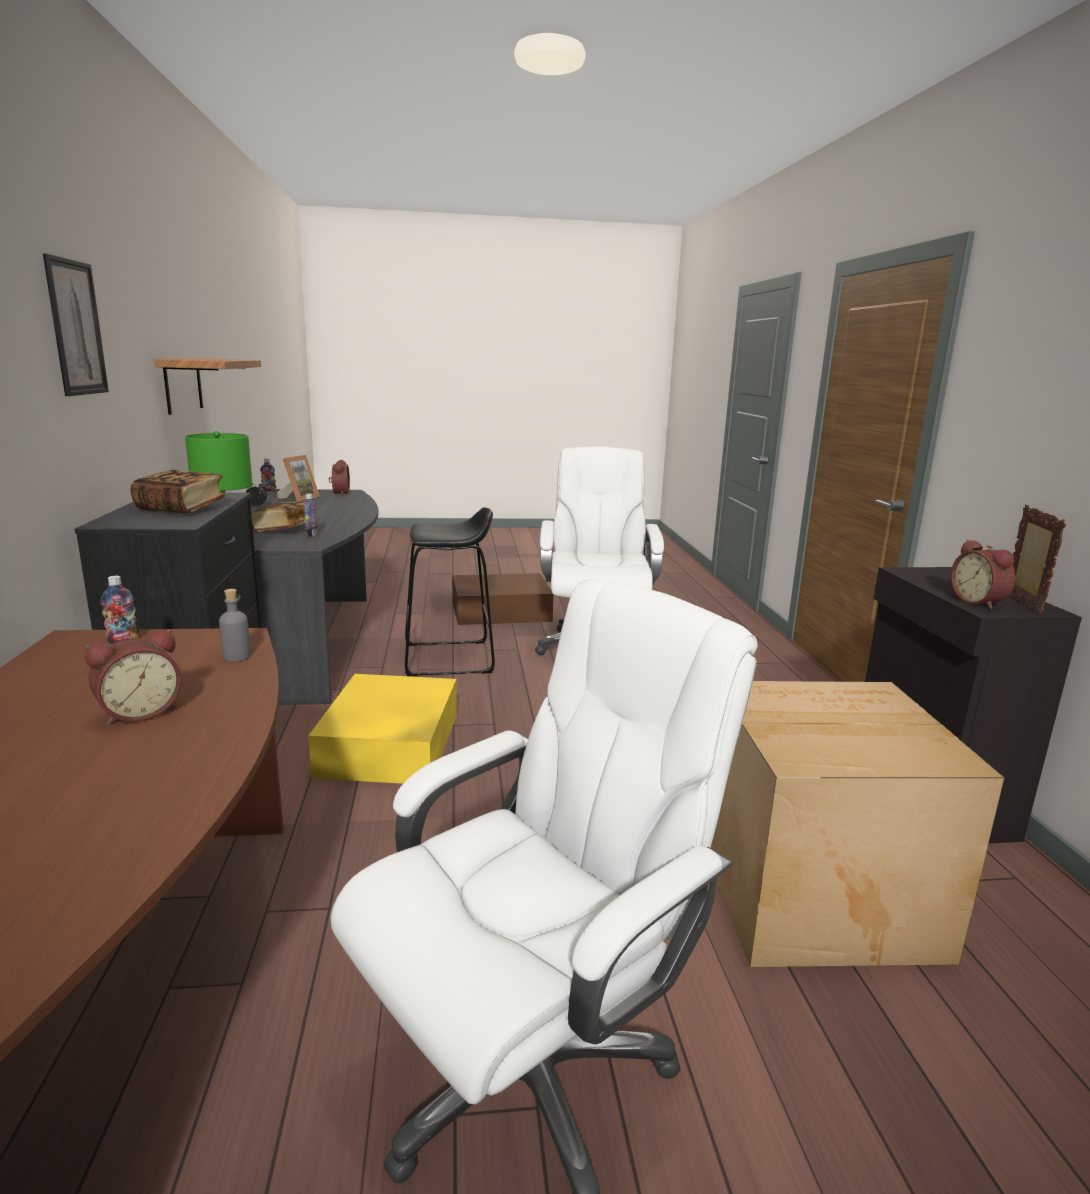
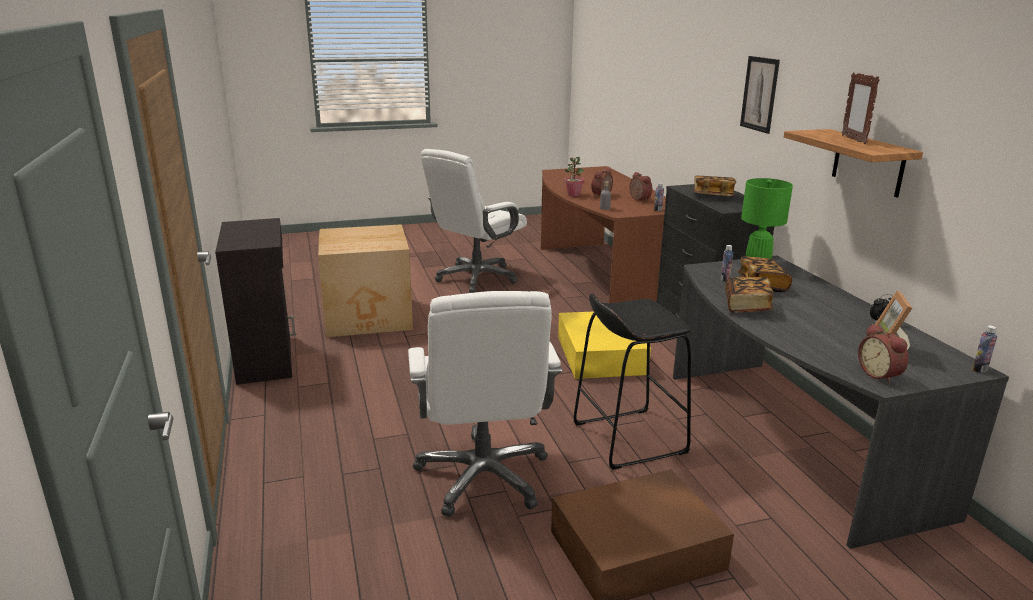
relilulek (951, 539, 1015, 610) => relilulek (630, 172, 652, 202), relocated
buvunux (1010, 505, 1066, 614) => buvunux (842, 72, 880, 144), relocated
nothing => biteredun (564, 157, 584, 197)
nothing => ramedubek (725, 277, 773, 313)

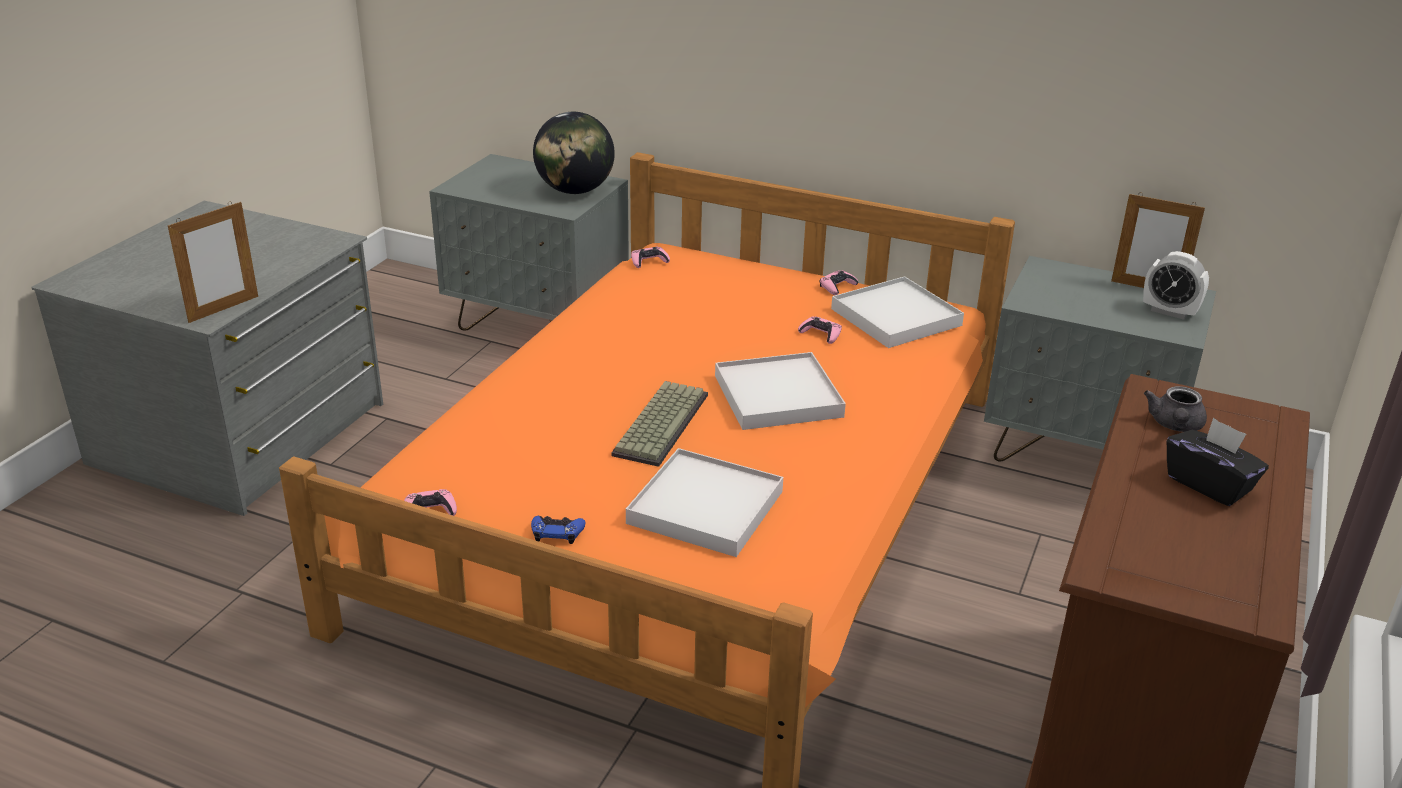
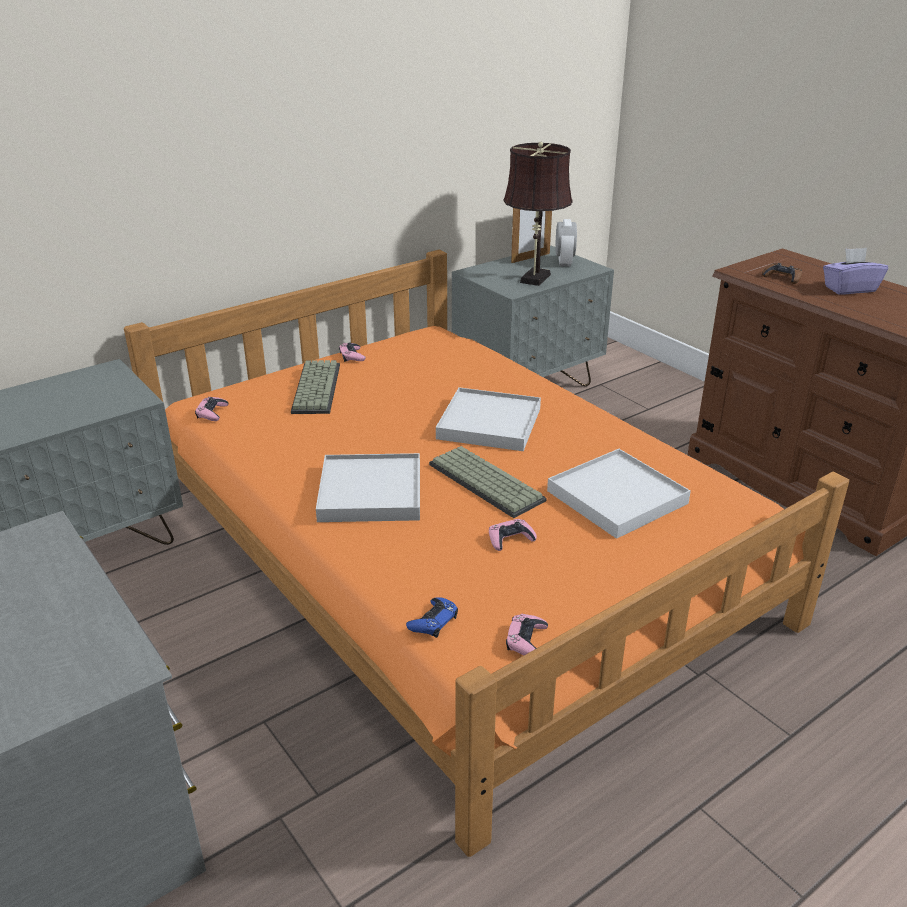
buvunux (168, 202, 258, 323) => nothing
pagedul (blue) (531, 515, 585, 544) => pagedul (blue) (406, 597, 458, 638), relocated
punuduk (533, 112, 615, 194) => nothing
pagedul (pink) (798, 316, 842, 344) => pagedul (pink) (489, 519, 537, 551), relocated
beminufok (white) (831, 276, 964, 348) => beminufok (white) (316, 453, 420, 522), relocated
relilulek (1143, 251, 1209, 320) => relilulek (556, 219, 577, 267), 60 degrees counterclockwise
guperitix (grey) (1144, 386, 1207, 432) => pagedul (brown) (762, 263, 802, 284)
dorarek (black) (1167, 418, 1269, 506) => dorarek (purple) (823, 248, 888, 295)
nothing => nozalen (291, 360, 340, 414)
nothing => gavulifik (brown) (503, 142, 573, 286)

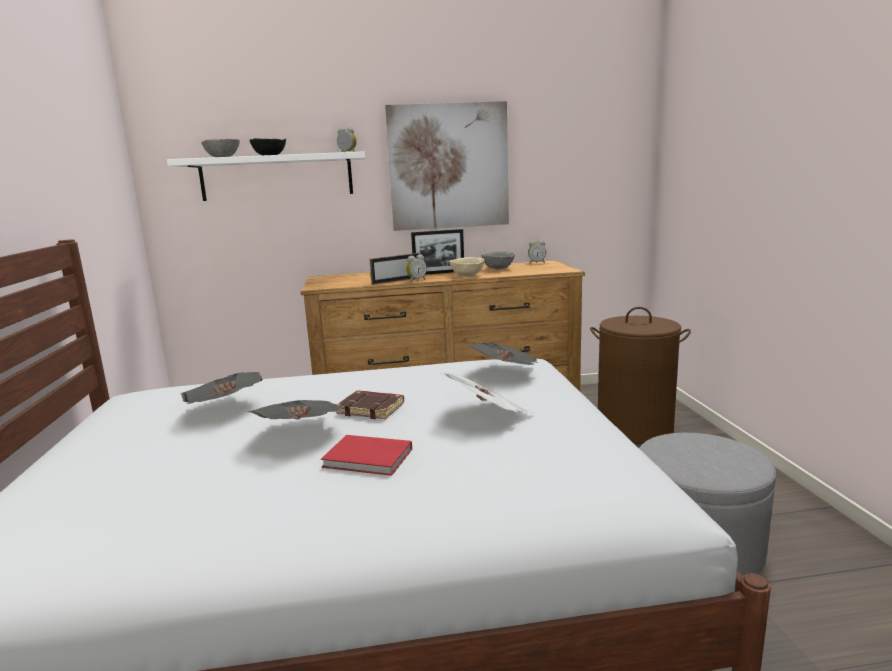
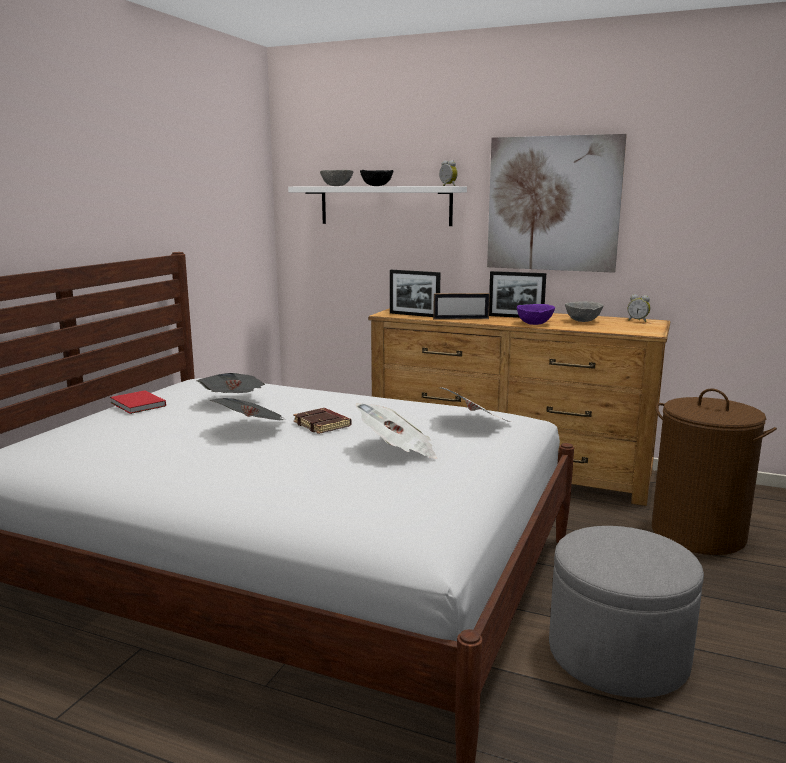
ramedubek (red) (321, 435, 412, 476) => ramedubek (red) (110, 390, 166, 414), relocated
relilulek (406, 254, 427, 282) => nothing
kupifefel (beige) (449, 257, 485, 277) => kupifefel (purple) (517, 304, 555, 325)
nothing => buvunux (390, 270, 440, 317)

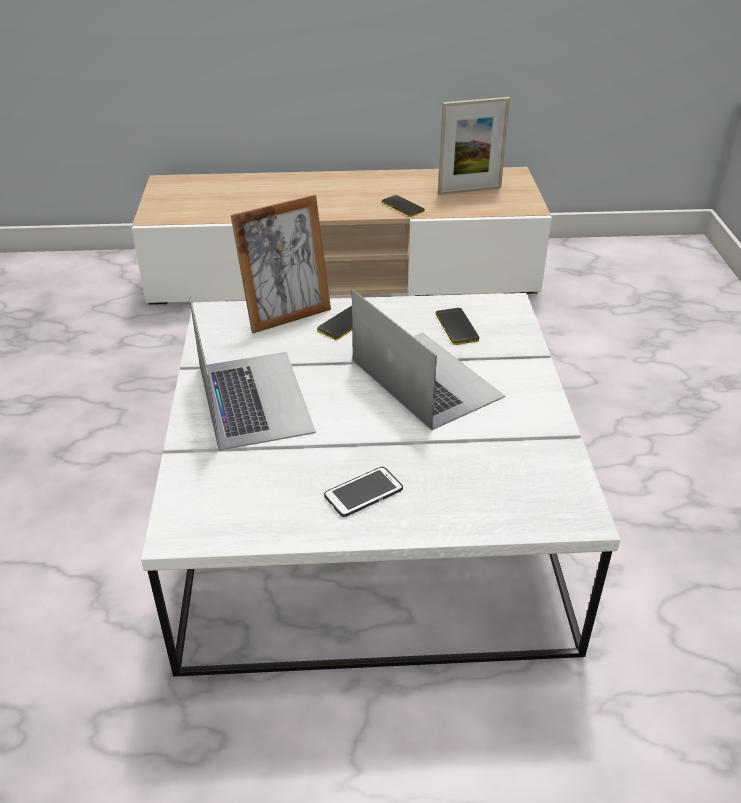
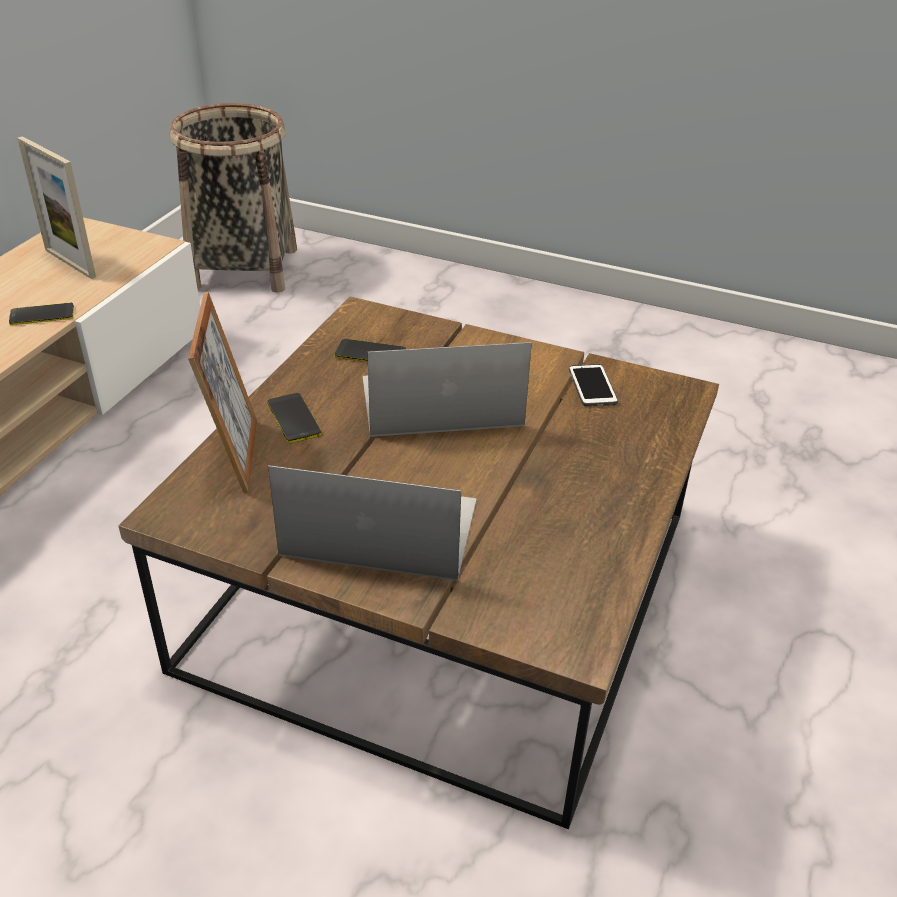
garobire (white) (141, 293, 620, 677) => garobire (brown) (119, 296, 719, 829)
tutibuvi (324, 467, 403, 517) => tutibuvi (569, 364, 618, 407), relocated
buvunux (438, 97, 510, 195) => buvunux (17, 136, 96, 279), 120 degrees clockwise
nothing => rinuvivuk (170, 103, 297, 293)

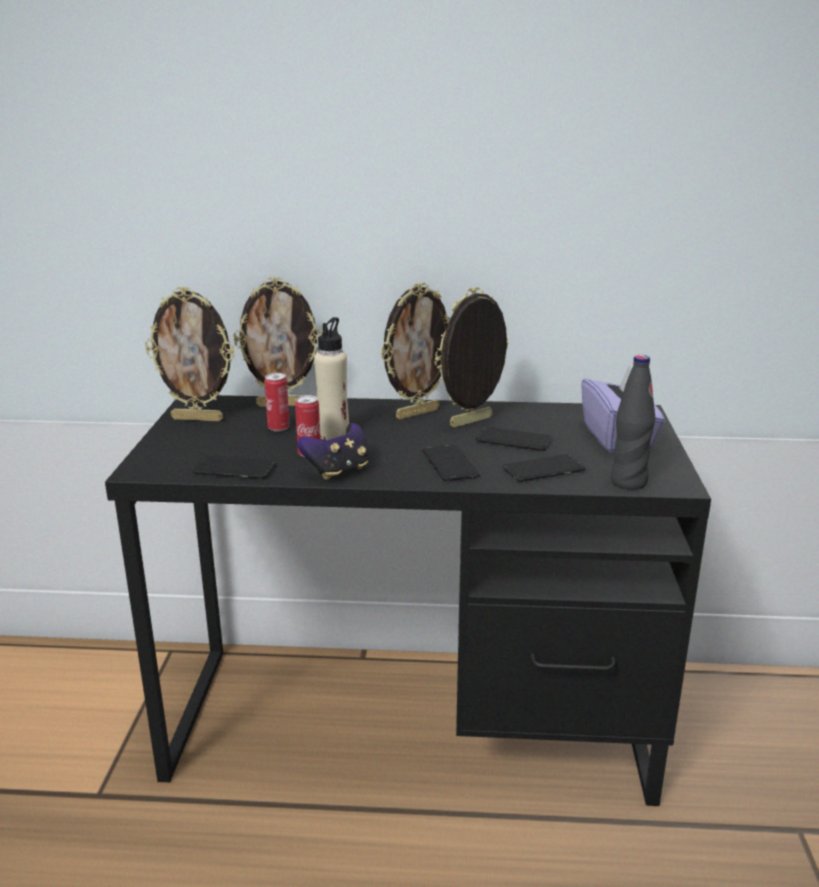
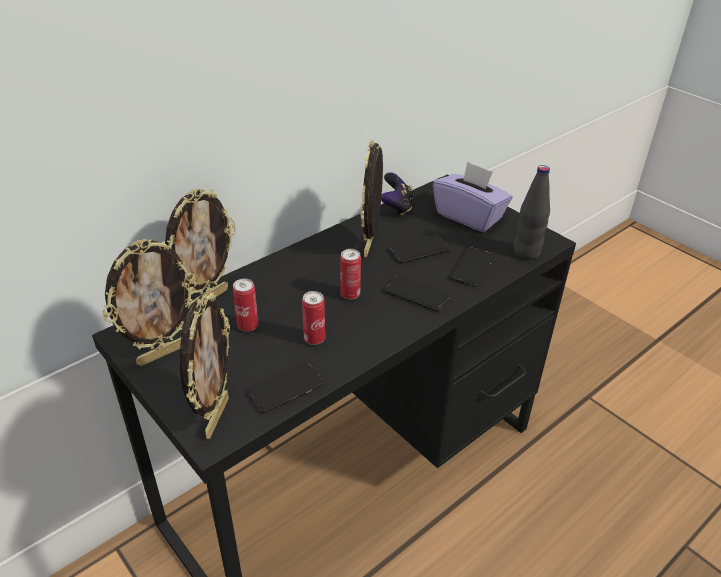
pagedul (297, 423, 369, 480) => pagedul (381, 172, 413, 216), relocated
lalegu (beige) (314, 317, 349, 440) => nothing
buvunux (380, 283, 450, 419) => buvunux (180, 292, 230, 439), relocated
nothing => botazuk (340, 249, 361, 300)

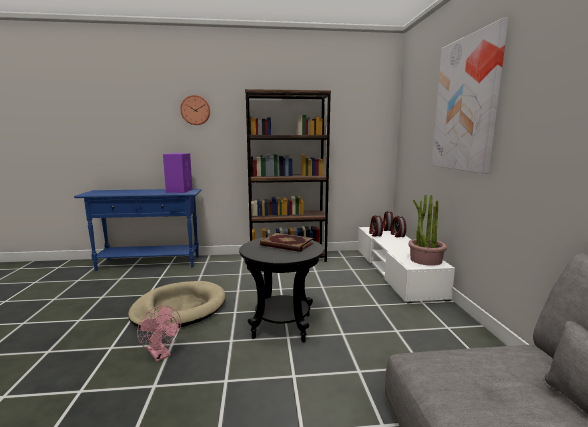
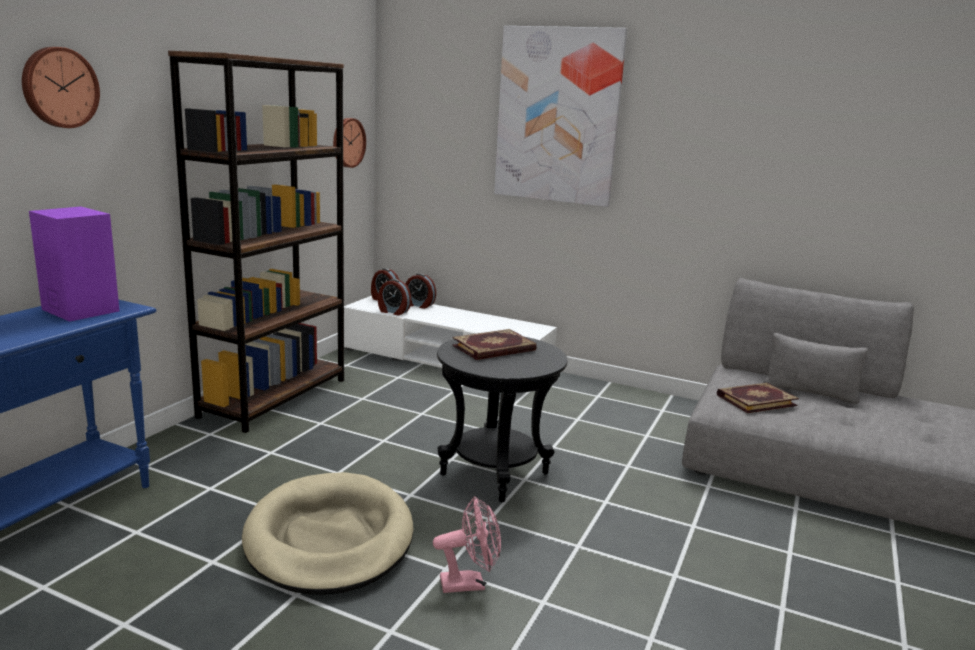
biteredun (408, 195, 447, 266) => nothing
nothing => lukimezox (333, 118, 366, 168)
nothing => ramedubek (717, 383, 799, 413)

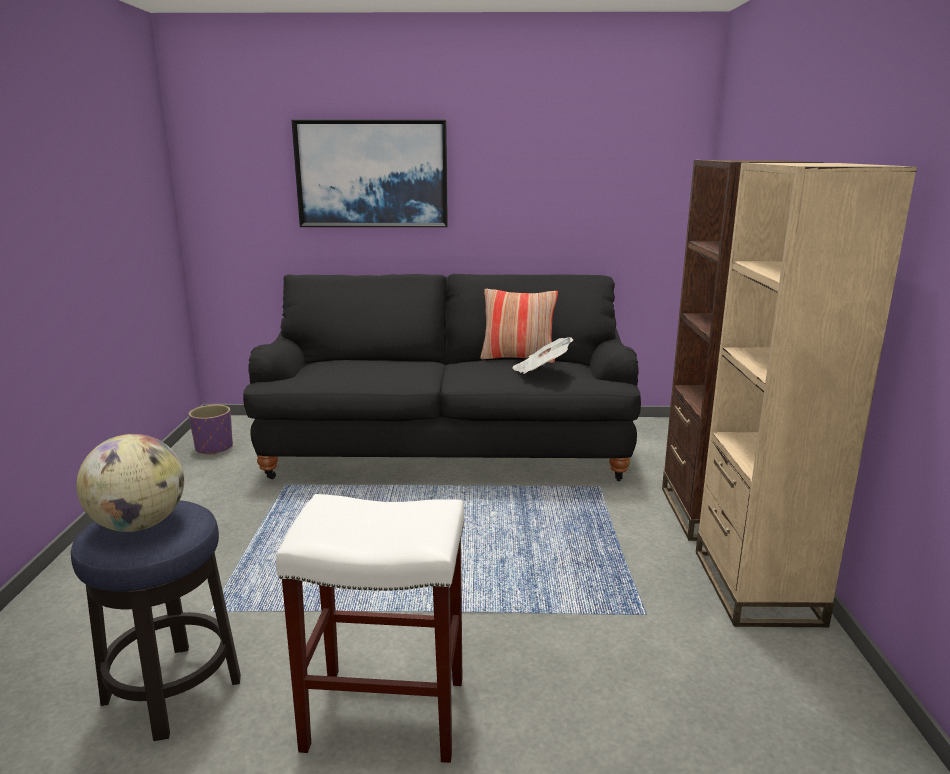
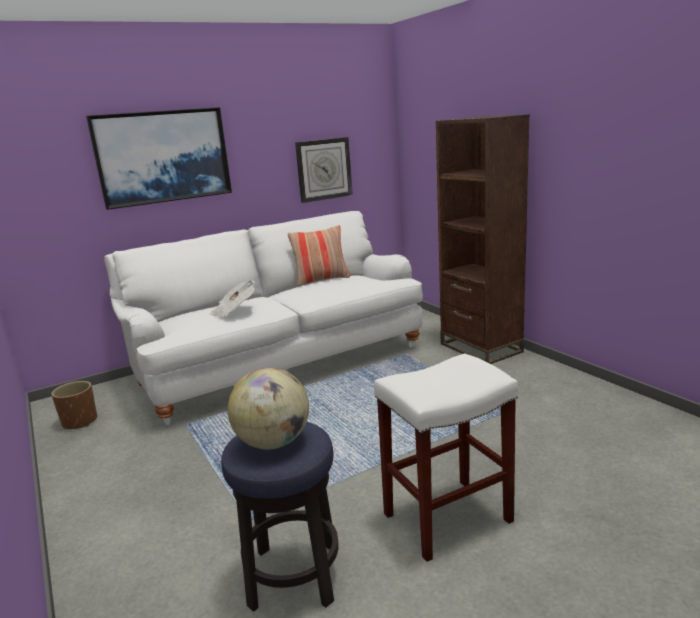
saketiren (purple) (189, 405, 233, 455) => saketiren (brown) (51, 381, 97, 429)
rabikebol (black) (243, 274, 641, 481) => rabikebol (white) (104, 211, 423, 425)
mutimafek (512, 337, 573, 374) => mutimafek (210, 280, 255, 317), relocated
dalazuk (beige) (696, 163, 918, 627) => nothing
nothing => lukimezox (295, 137, 353, 203)

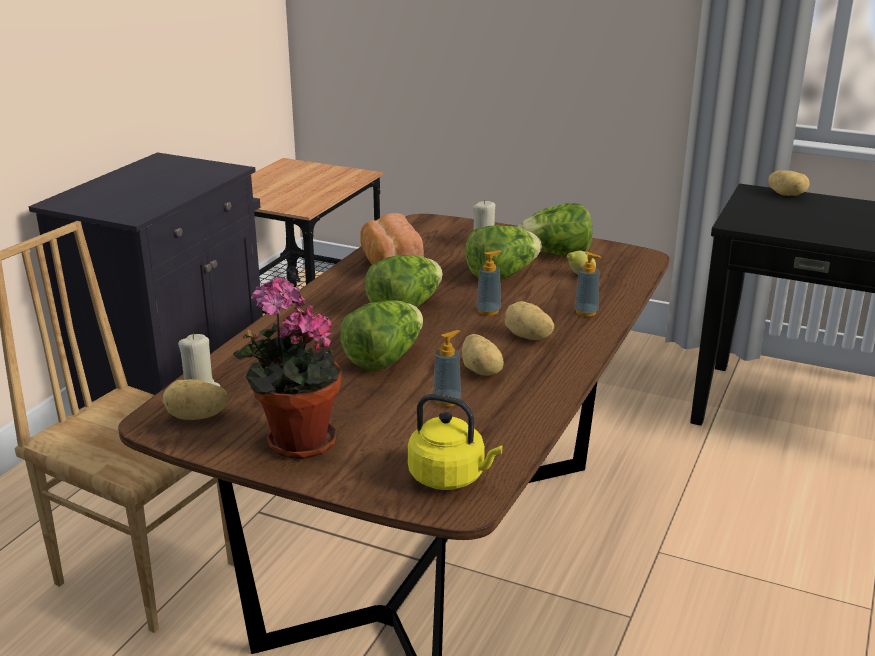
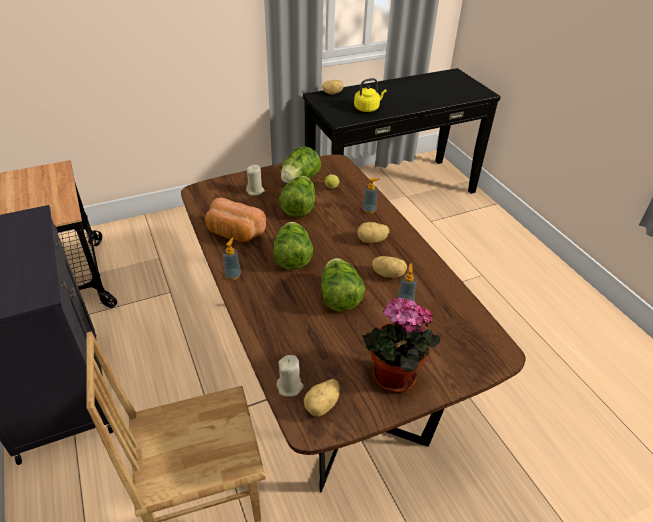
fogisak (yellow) (408, 394, 503, 490) => fogisak (yellow) (354, 78, 387, 112), relocated
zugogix (476, 251, 502, 316) => zugogix (223, 238, 241, 280), relocated

